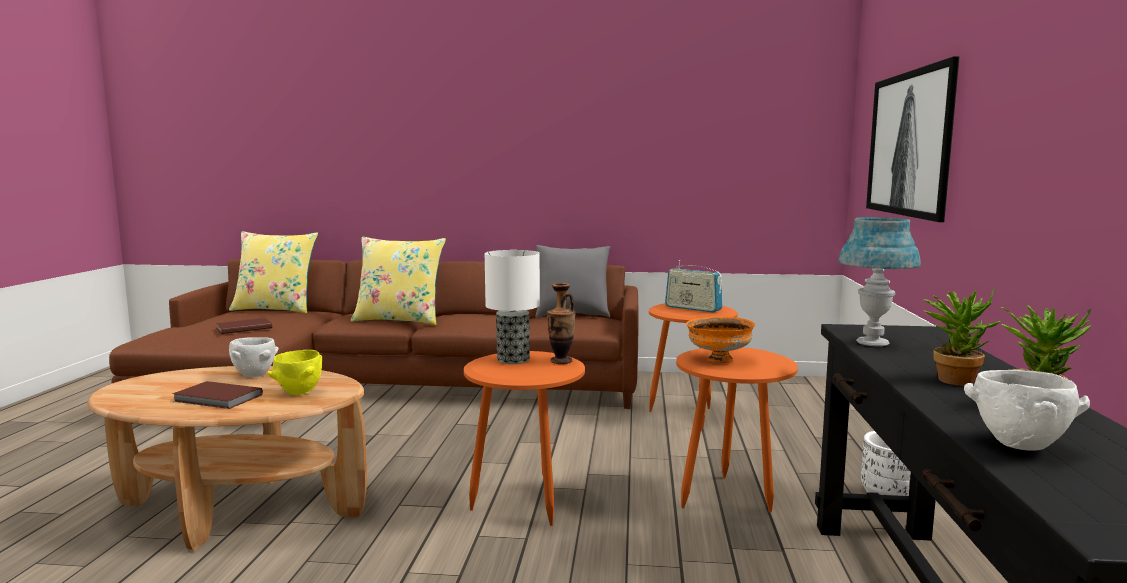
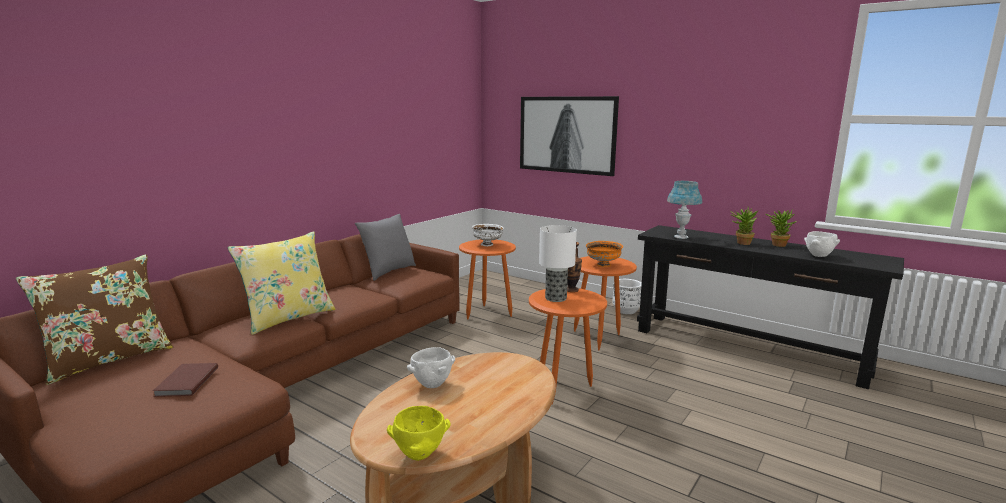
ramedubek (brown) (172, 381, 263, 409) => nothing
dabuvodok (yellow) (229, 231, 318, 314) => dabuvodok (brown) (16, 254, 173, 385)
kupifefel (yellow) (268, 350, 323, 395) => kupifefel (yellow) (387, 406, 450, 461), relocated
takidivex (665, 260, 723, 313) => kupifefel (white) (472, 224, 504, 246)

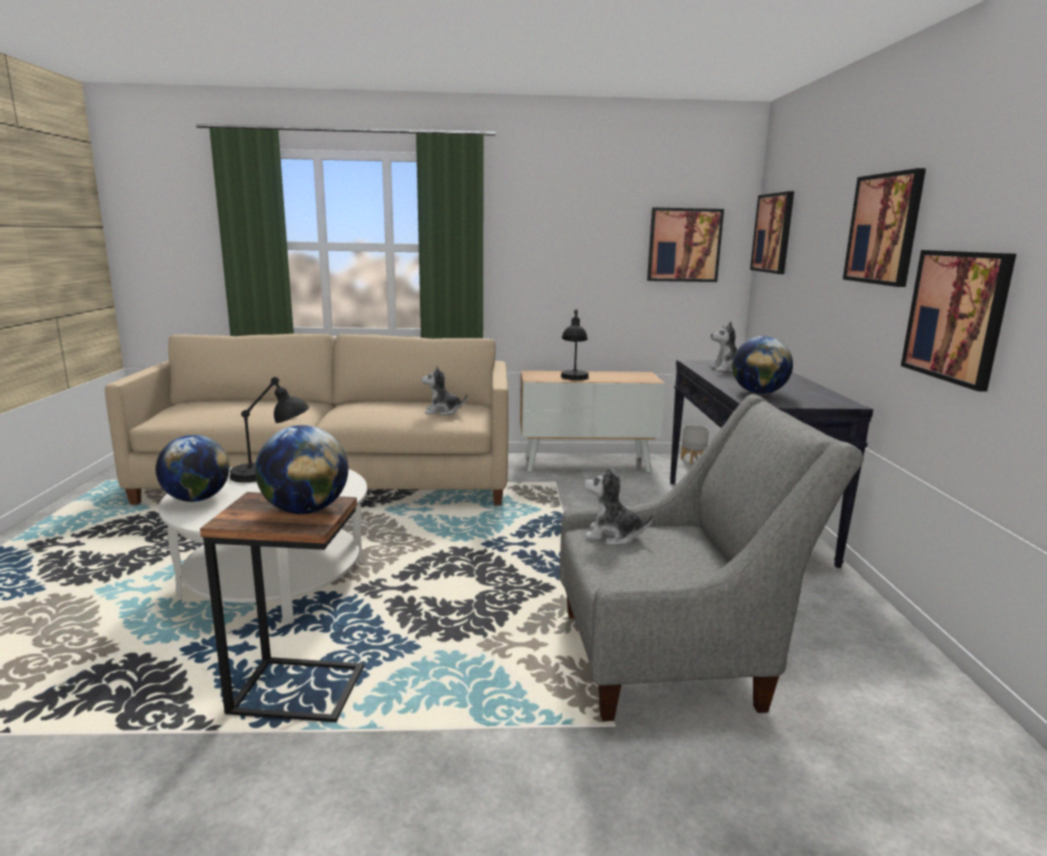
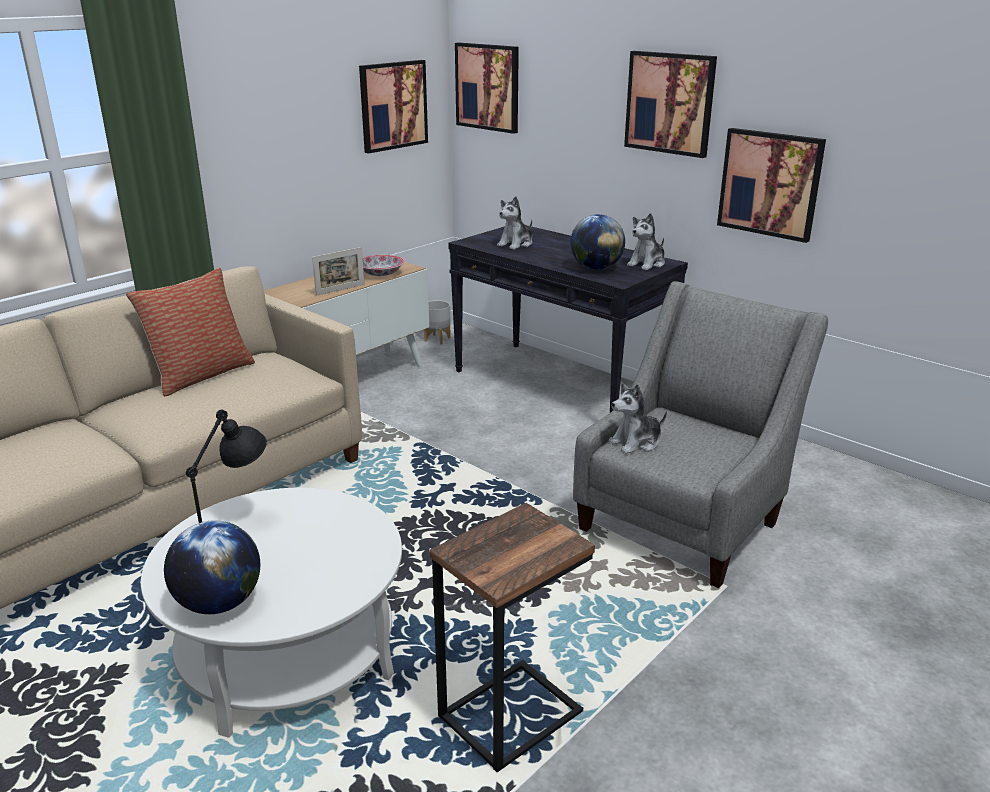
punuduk (255, 425, 348, 514) => nothing
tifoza (422, 366, 467, 415) => tifoza (627, 213, 665, 270), relocated
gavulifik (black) (561, 309, 589, 380) => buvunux (312, 247, 365, 296)
nothing => dabuvodok (126, 268, 255, 396)
nothing => kupifefel (363, 255, 404, 276)

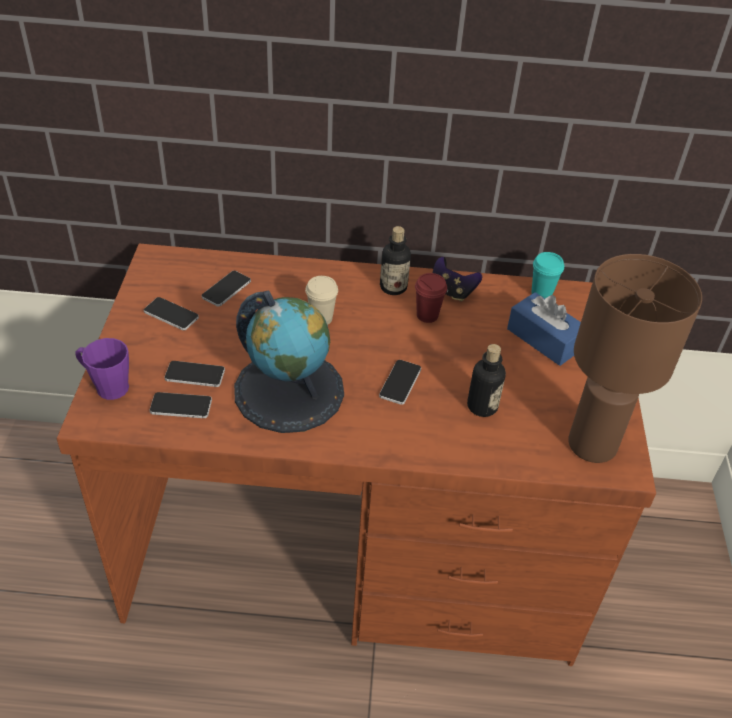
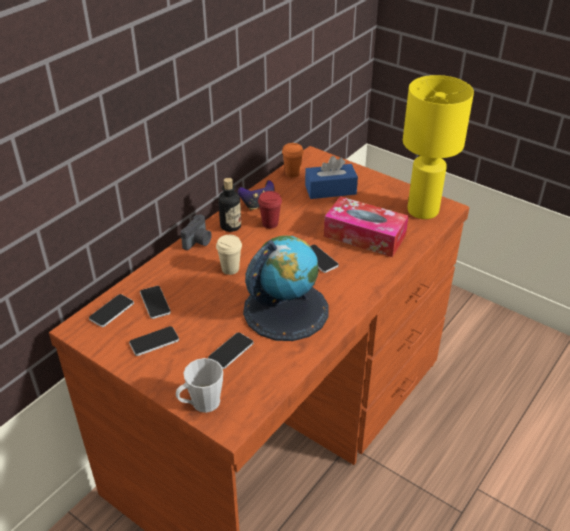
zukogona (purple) (75, 338, 129, 400) => zukogona (grey) (176, 358, 223, 413)
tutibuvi (150, 392, 212, 418) => tutibuvi (89, 294, 134, 327), relocated
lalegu (467, 344, 506, 417) => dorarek (324, 196, 409, 257)
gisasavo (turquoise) (531, 252, 564, 299) => gisasavo (orange) (282, 143, 304, 178)
gavulifik (brown) (568, 254, 702, 463) => gavulifik (yellow) (403, 75, 474, 219)
nothing => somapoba (181, 214, 212, 250)

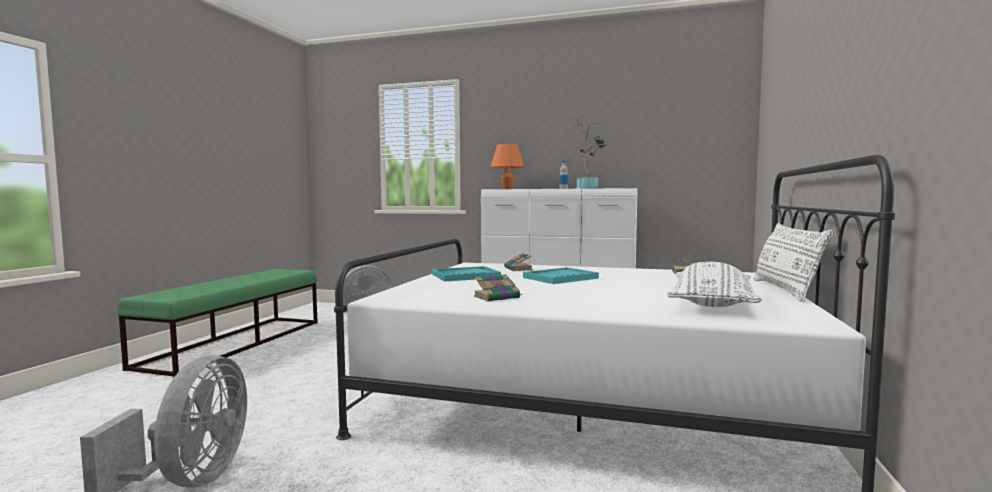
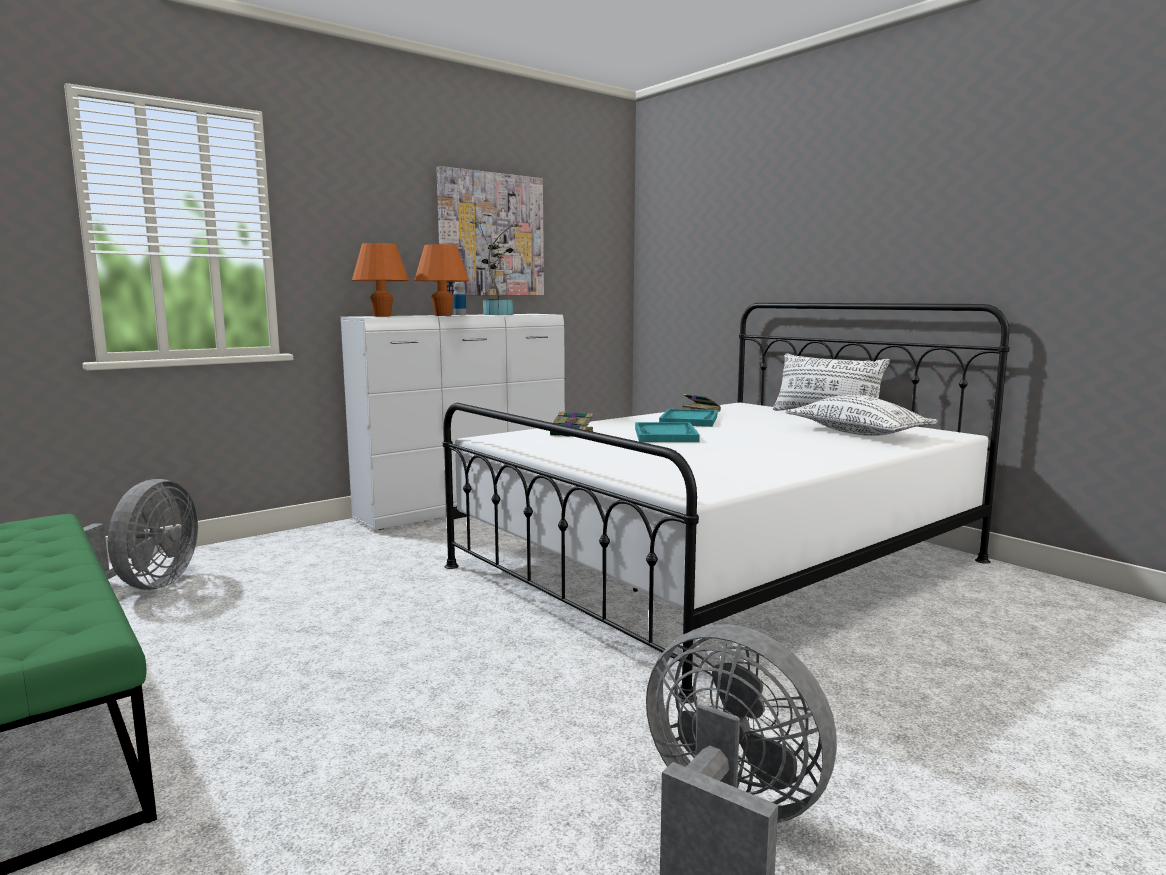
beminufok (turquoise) (432, 266, 501, 282) => beminufok (turquoise) (659, 409, 718, 427), relocated
ramedubek (474, 274, 523, 302) => nothing
nothing => gavulifik (orange) (414, 244, 469, 316)
nothing => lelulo (436, 166, 544, 295)

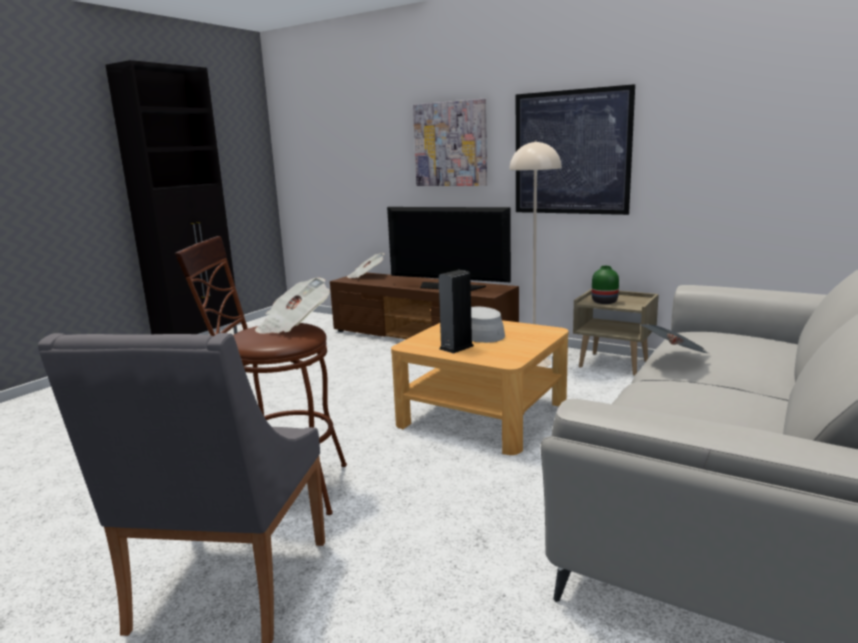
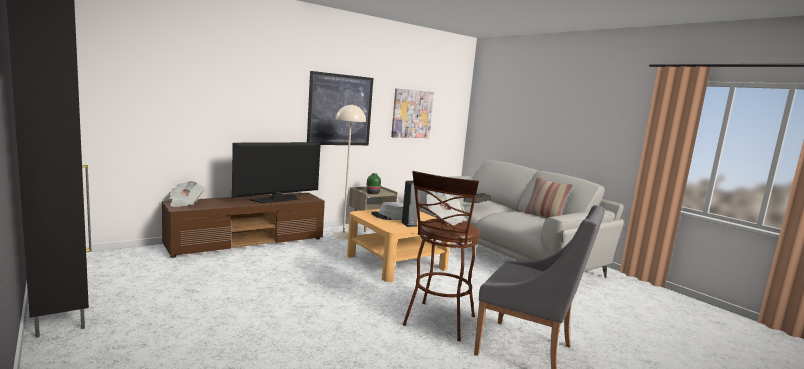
lelulo (413, 99, 487, 186) => lelulo (391, 88, 434, 138), relocated
nothing => dabuvodok (524, 177, 573, 218)

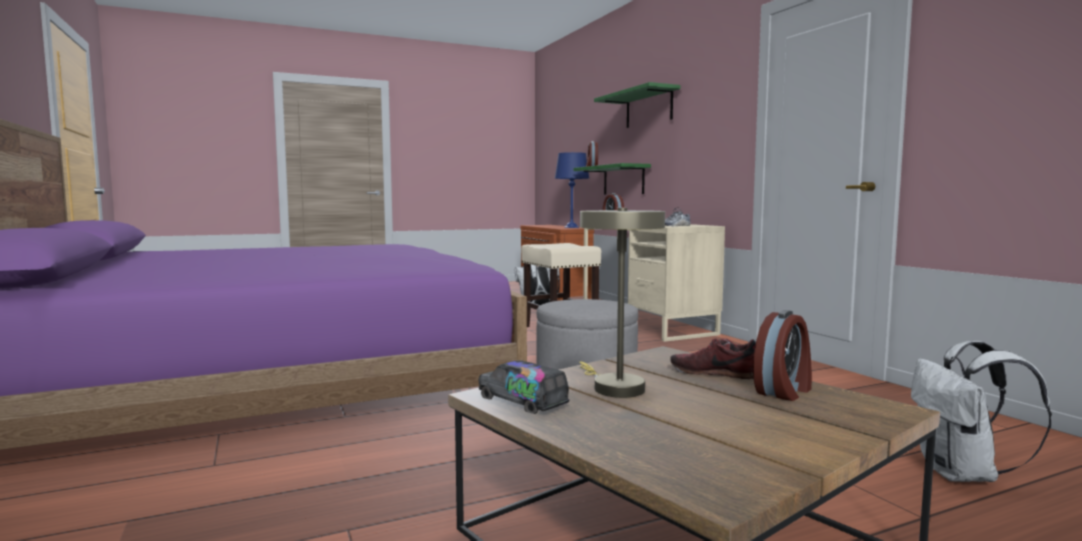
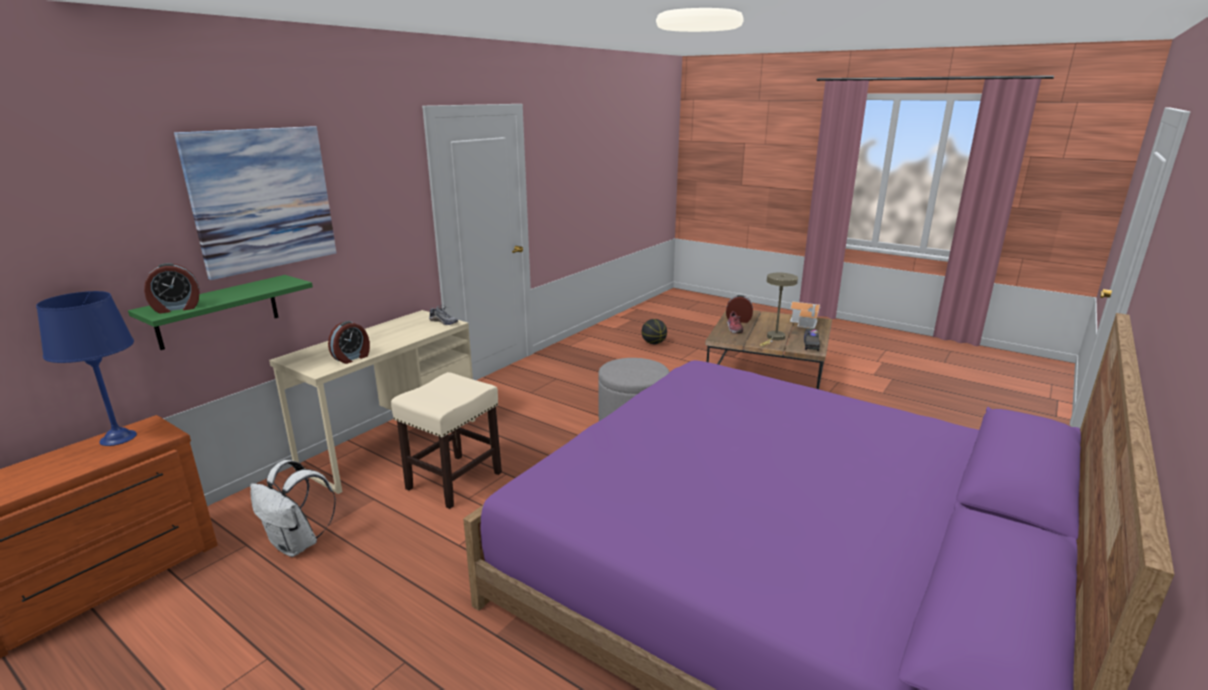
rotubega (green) (594, 82, 681, 128) => lelulo (174, 126, 336, 280)
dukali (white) (911, 340, 1052, 482) => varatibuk (642, 319, 667, 344)
nothing => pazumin (790, 301, 820, 329)

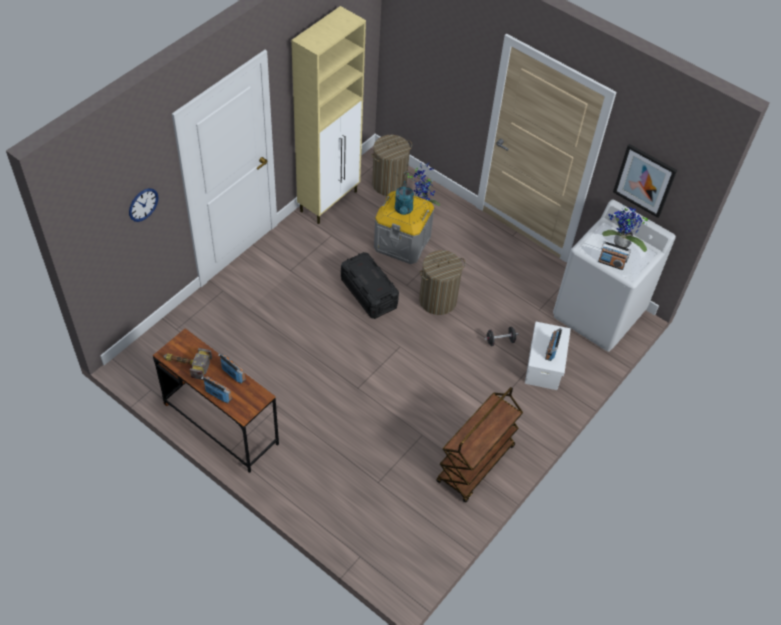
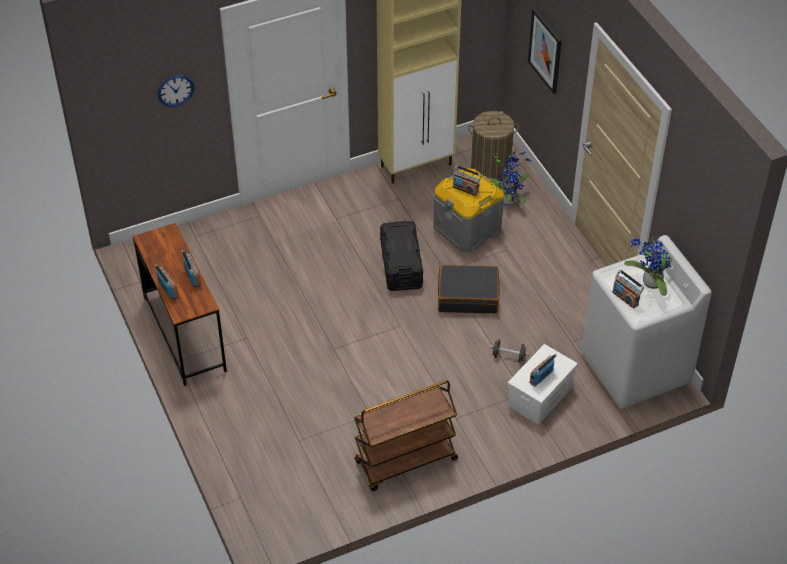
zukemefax (163, 348, 212, 380) => nothing
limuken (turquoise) (395, 181, 414, 215) => takidivex (453, 165, 481, 196)
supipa (419, 250, 466, 315) => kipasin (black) (438, 265, 499, 314)
lelulo (613, 144, 677, 218) => lelulo (528, 8, 562, 94), relocated

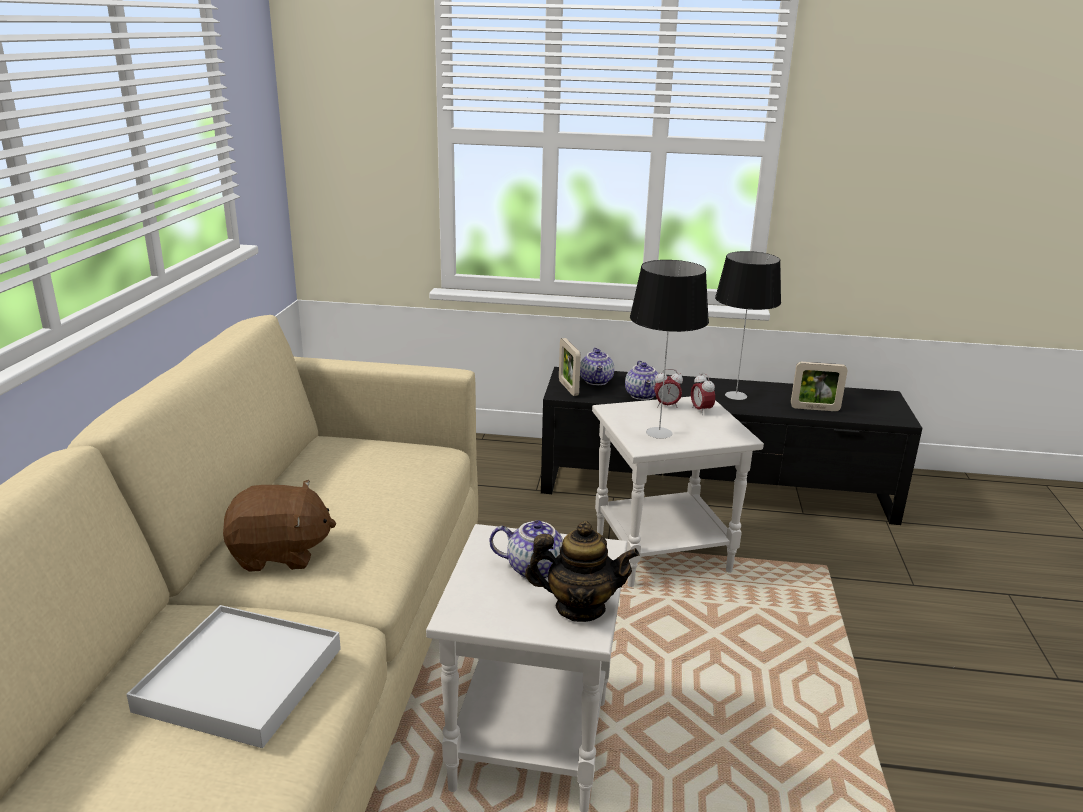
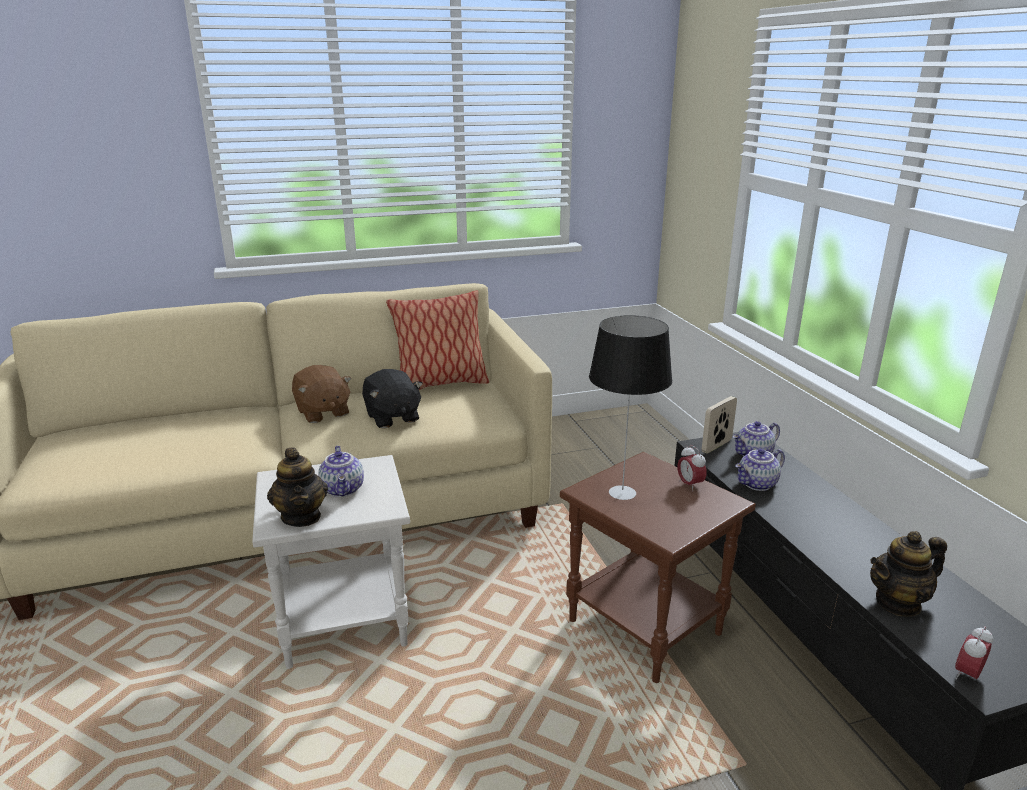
beminufok (white) (126, 605, 341, 748) => nothing
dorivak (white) (592, 396, 764, 587) => dorivak (brown) (560, 452, 756, 683)
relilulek (691, 372, 715, 415) => relilulek (955, 627, 993, 679), relocated
gavulifik (715, 251, 781, 400) => nothing
buvunux (791, 362, 848, 411) => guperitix (870, 531, 947, 617)
nothing => tifoza (black) (362, 369, 423, 428)
nothing => dabuvodok (386, 290, 489, 390)

